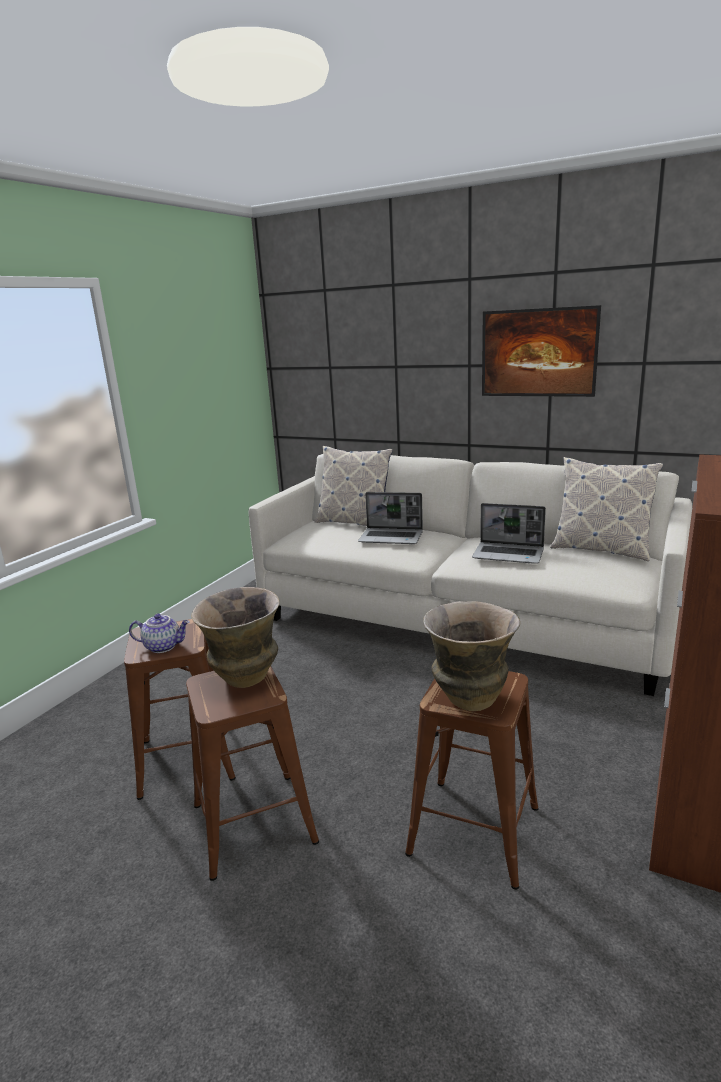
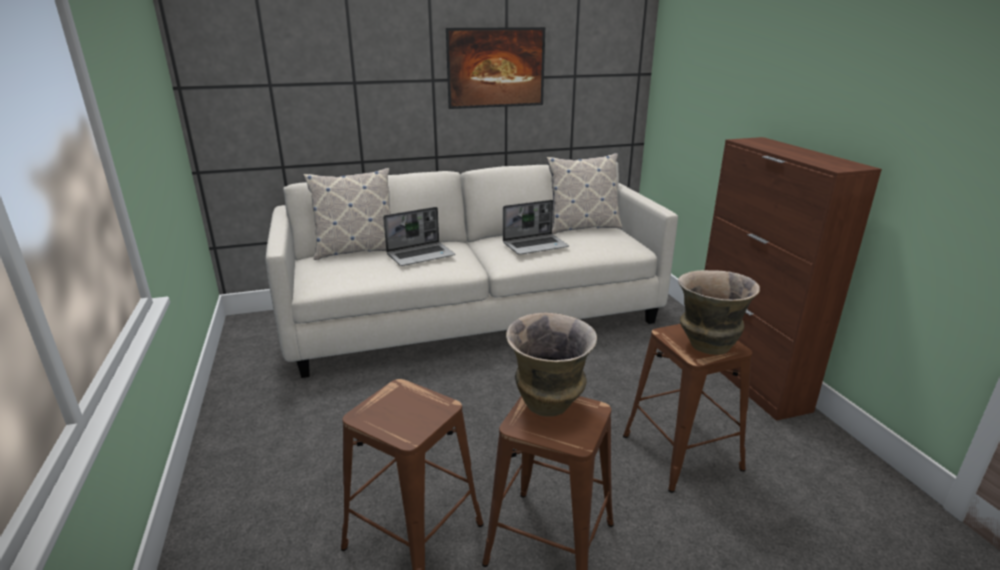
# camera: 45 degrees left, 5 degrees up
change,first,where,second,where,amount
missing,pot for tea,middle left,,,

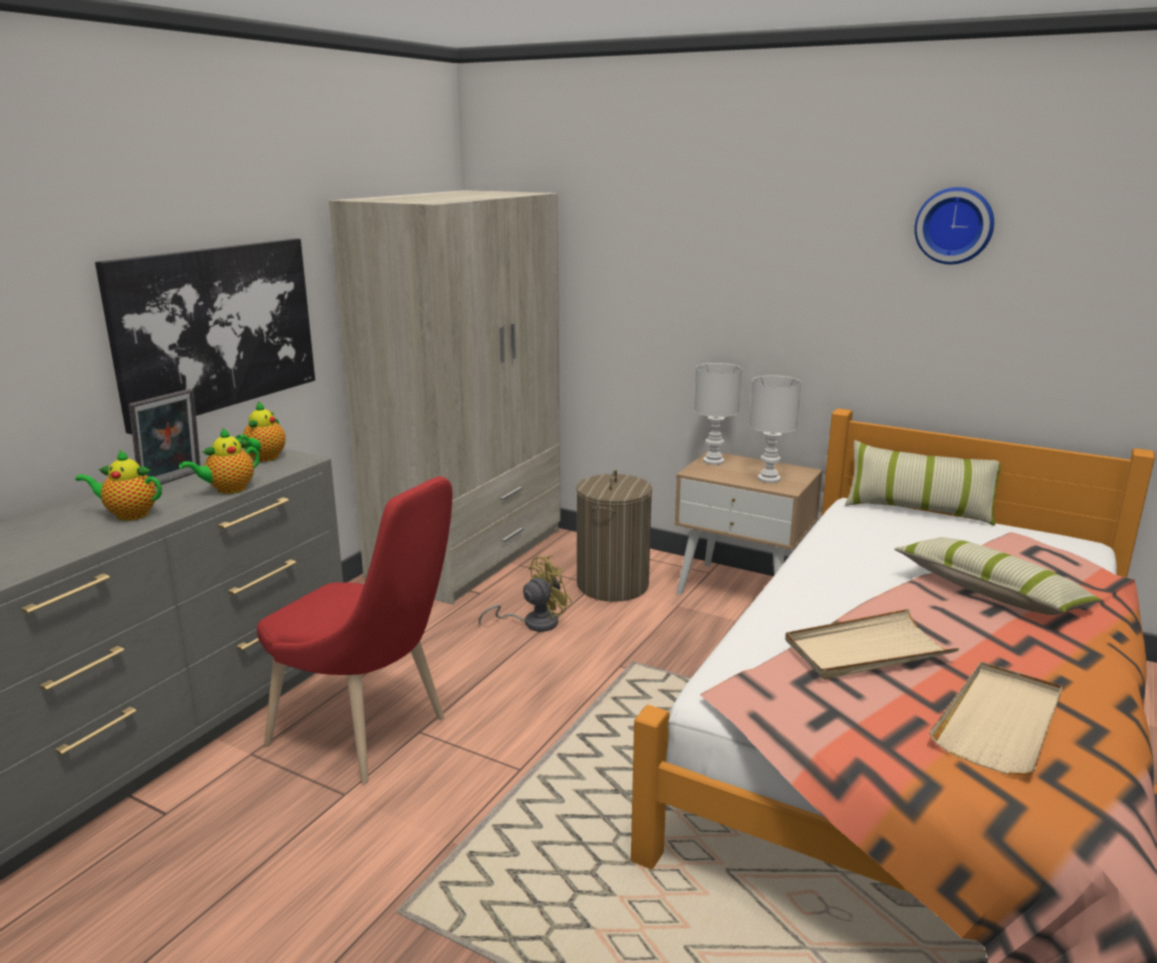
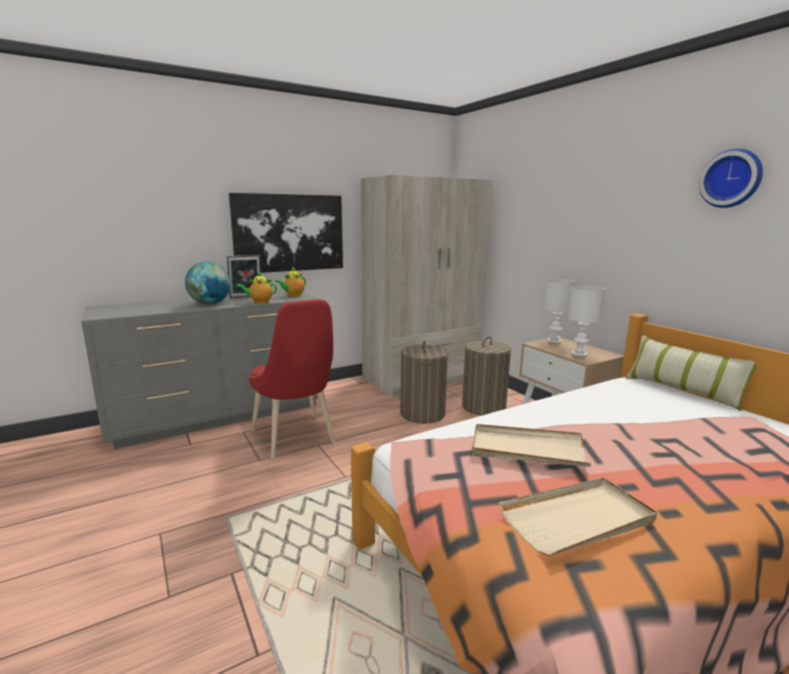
# camera: 30 degrees right, 5 degrees down
change,first,where,second,where,amount
exchanged,pot for tea (no. 1 from left),middle left,desk globe,middle left,
exchanged,yellowish cooling fan,centre,washing basket (no. 1 from left),centre,
missing,cushion (no. 2 from left),middle right,,,

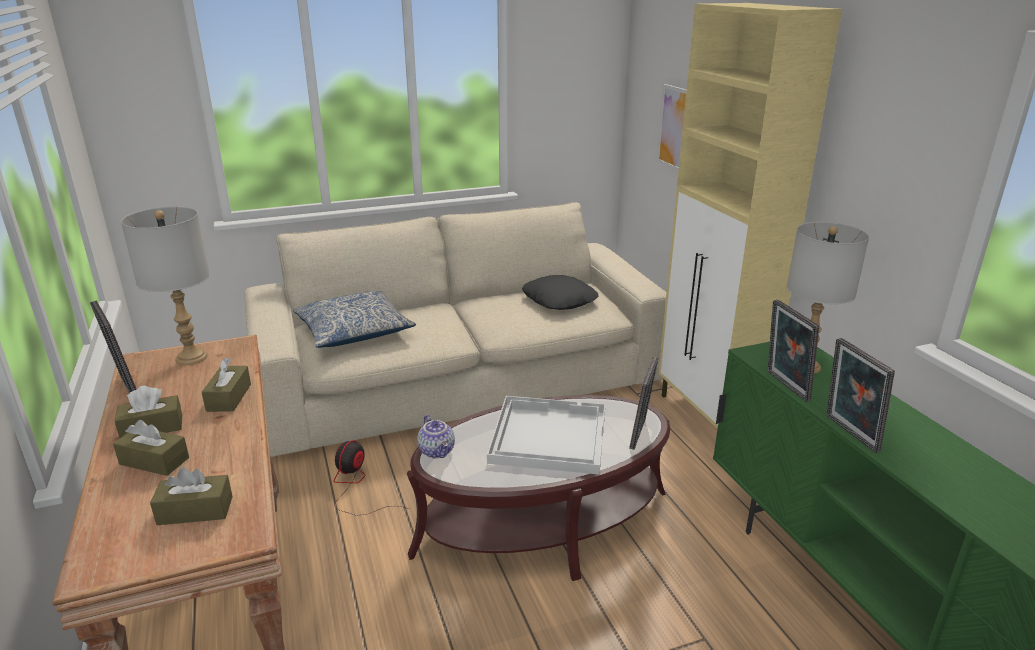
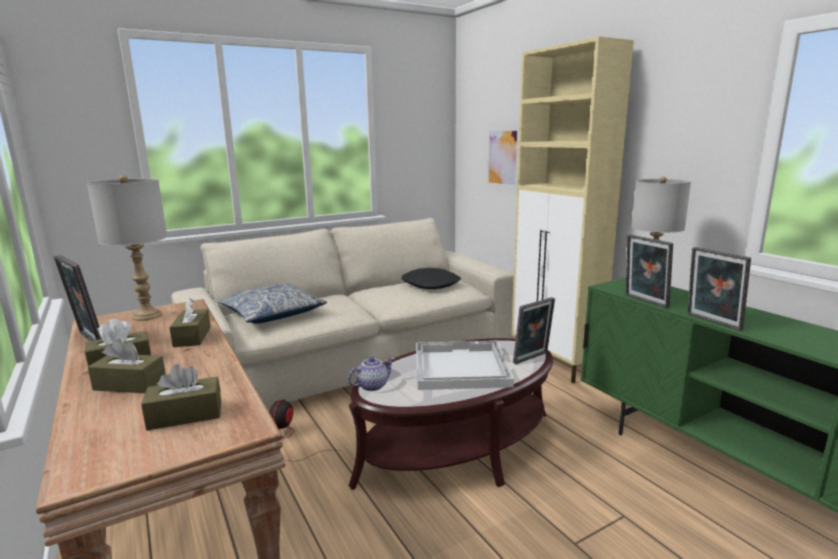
# camera: 10 degrees left, 10 degrees down
change,first,where,second,where,amount
spun,pot for tea,bottom centre,,bottom centre,90 degrees counterclockwise
spun,photo frame (no. 2 from left),centre,,centre,45 degrees clockwise

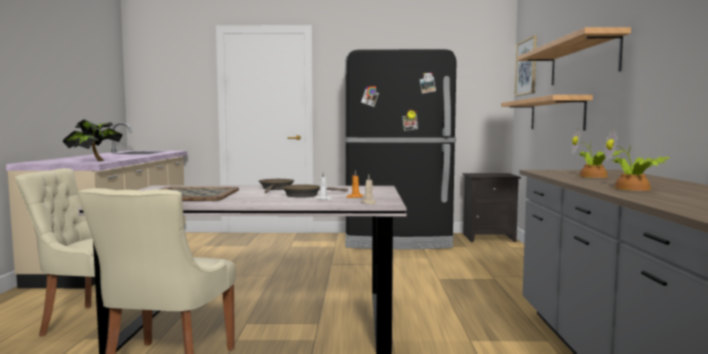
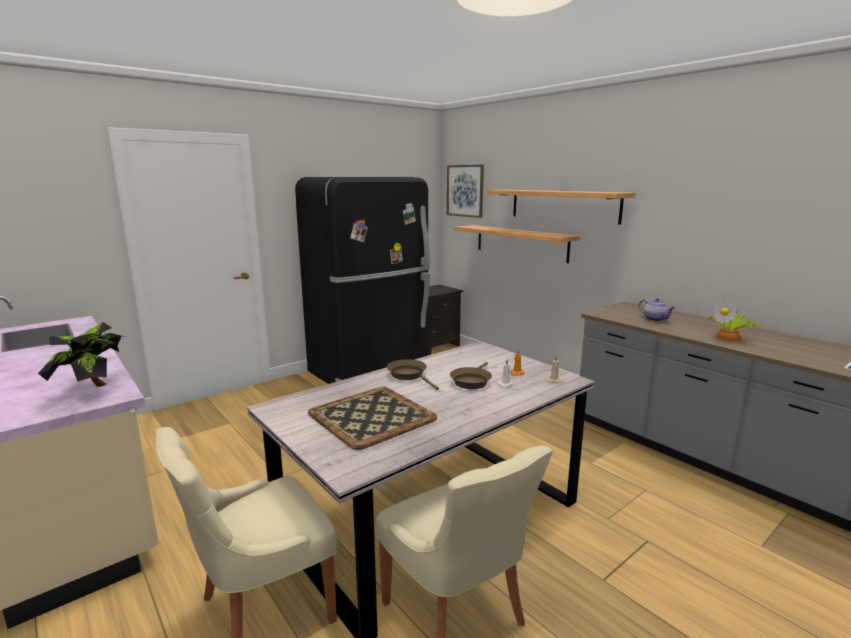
# camera: 40 degrees left, 10 degrees up
change,first,where,second,where,amount
exchanged,potted plant (no. 2 from left),middle right,pot for tea,middle right,

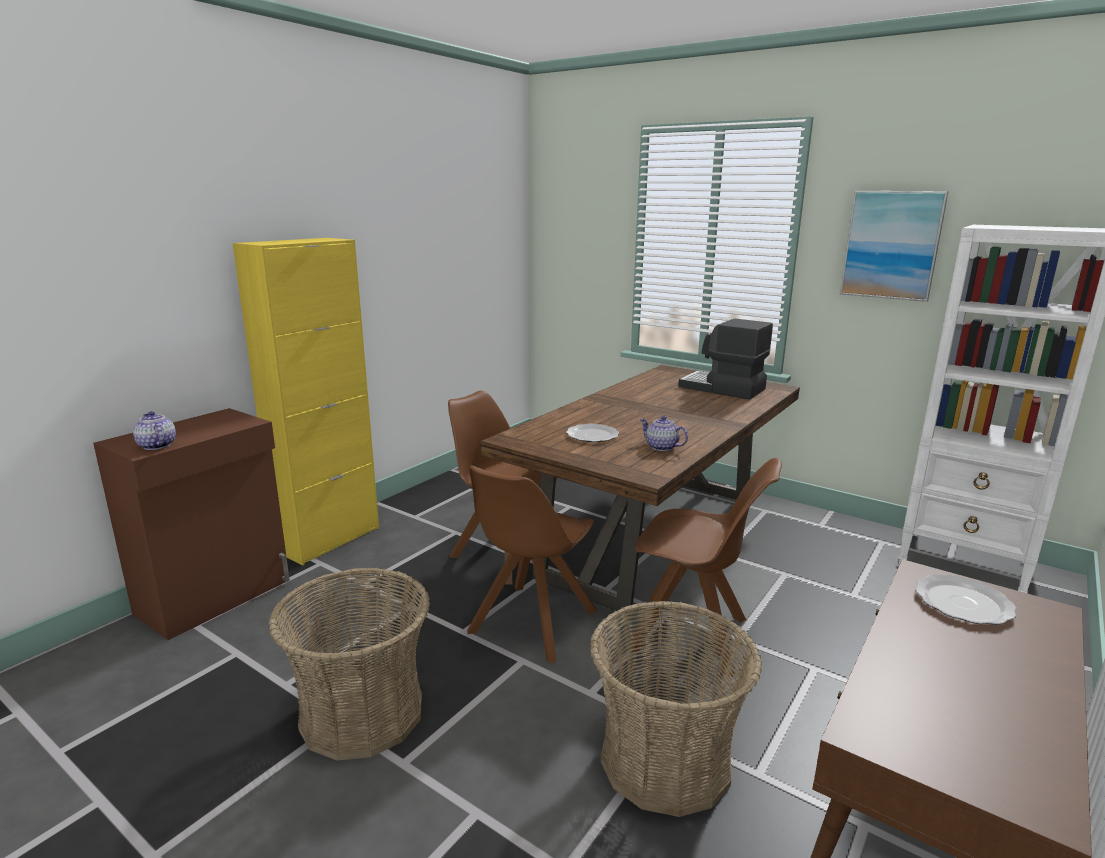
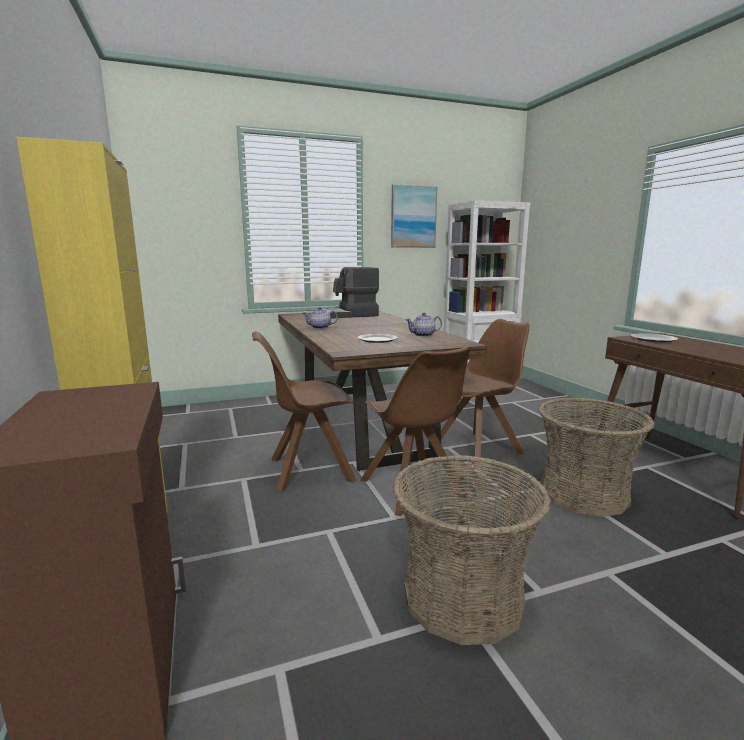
# camera: 55 degrees left, 5 degrees down
change,first,where,second,where,amount
relocated,pot for tea (no. 1 from left),middle left,,centre,

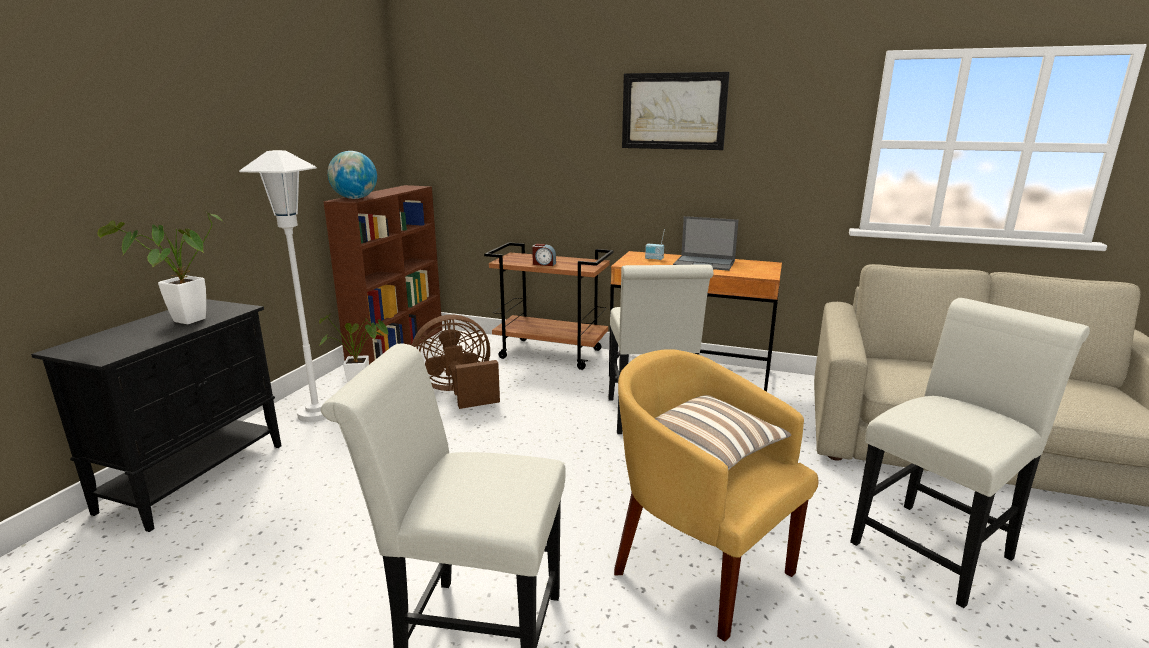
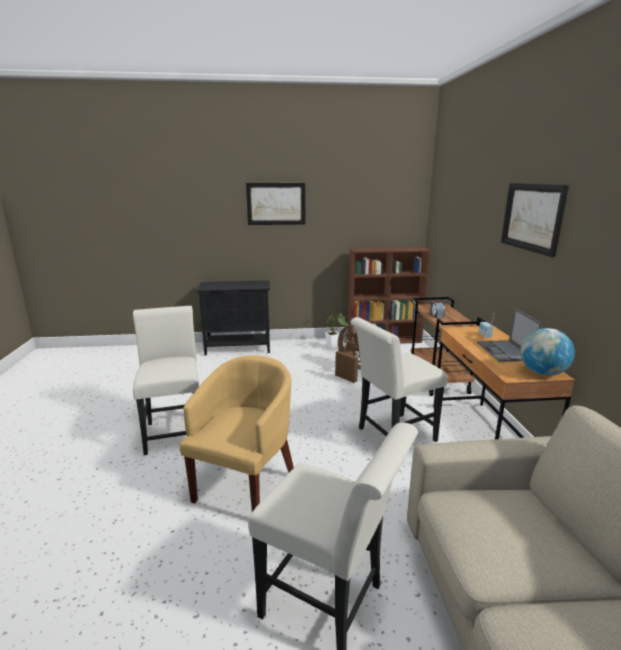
# camera: 65 degrees right, 0 degrees up
change,first,where,second,where,amount
appeared,,,wall art (no. 1 from left),top centre,
relocated,desk globe,top left,,middle right,
missing,potted plant (no. 1 from left),middle left,,,
missing,white-coloured standard lamp,middle left,,,
missing,cushion,bottom centre,,,

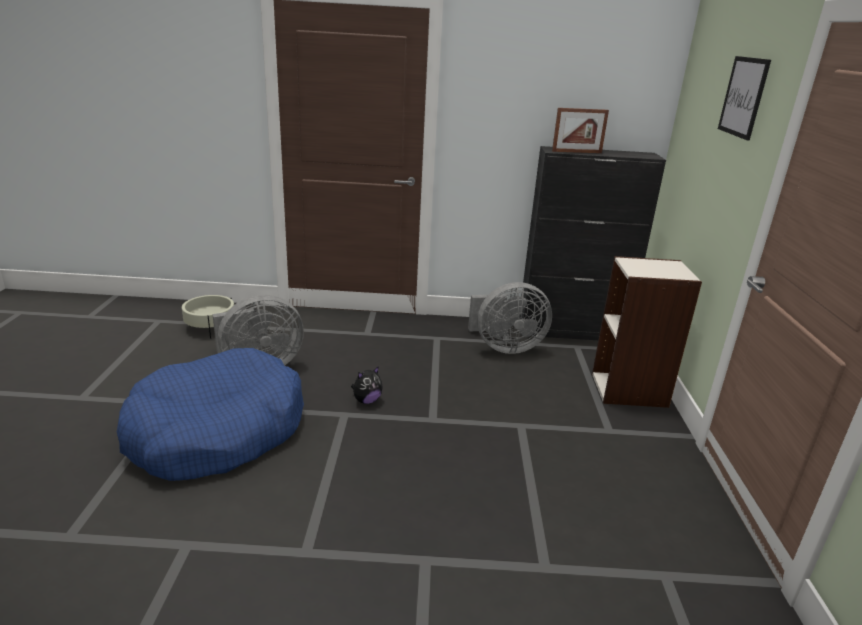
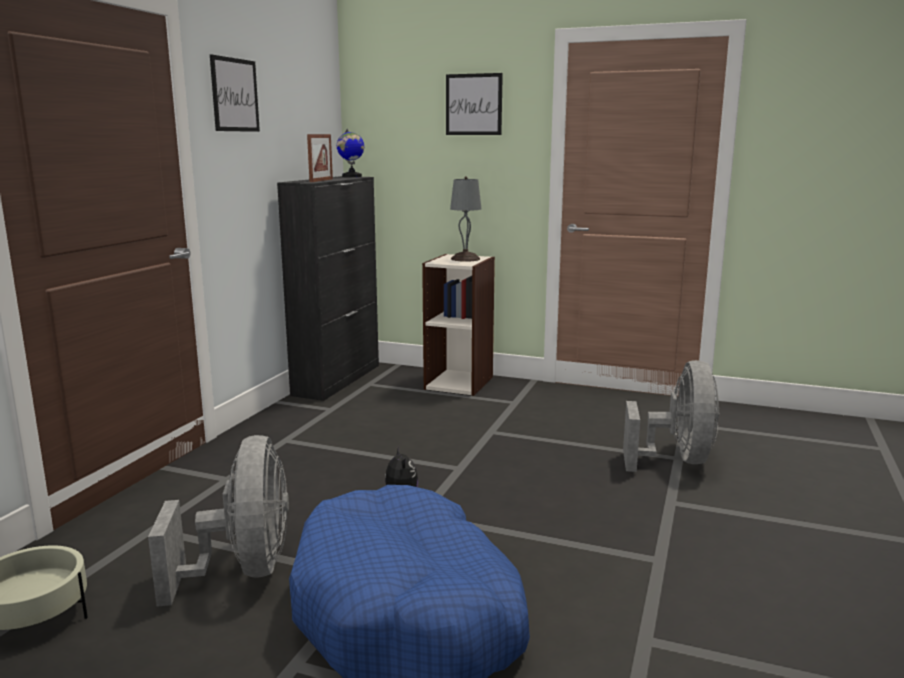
# camera: 70 degrees left, 10 degrees down
change,first,where,second,where,amount
appeared,,,wall art (no. 1 from left),top left,
appeared,,,desk globe,top centre,
appeared,,,grey lamp for a table,top centre,
relocated,grey cooling fan (no. 2 from left),centre,,middle right,

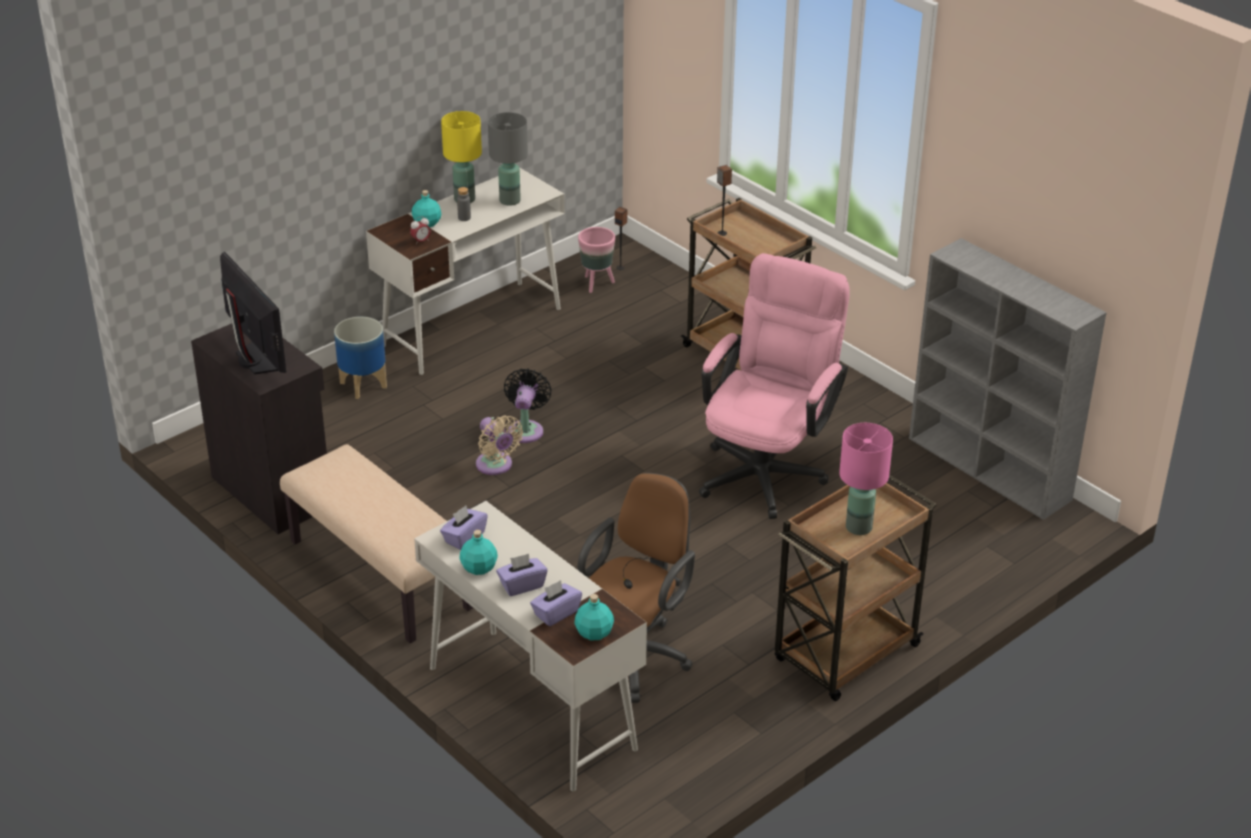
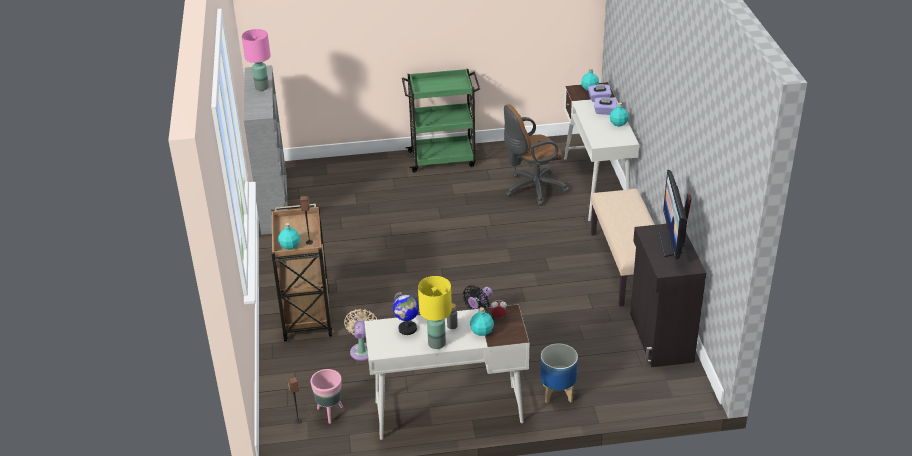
# camera: 145 degrees left, 0 degrees up
change,first,where,second,where,amount
relocated,pinkish lamp for a table,middle right,,top left,
appeared,,,blue-green drink bottle (no. 1 from left),middle left,
relocated,beige-coloured cooling fan,centre,,bottom centre,
exchanged,grey lamp for a table,top centre,desk globe,bottom centre,
colour,brown wheeled cart (no. 2 from left),bottom right,greenish wheeled cart,top centre,
missing,purple box of tissues (no. 1 from left),centre,,,
missing,pinkish computer chair,centre,,,

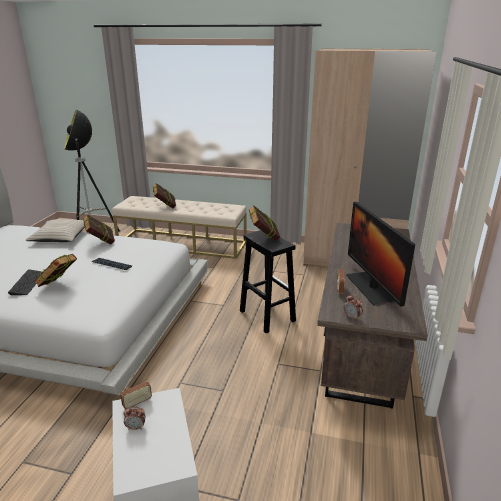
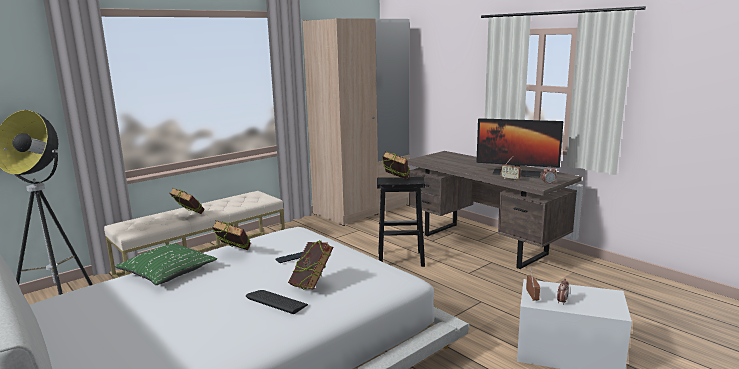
# camera: 55 degrees left, 10 degrees down
change,first,where,second,where,amount
colour,beige-coloured cushion,middle left,greenish cushion,bottom left,

